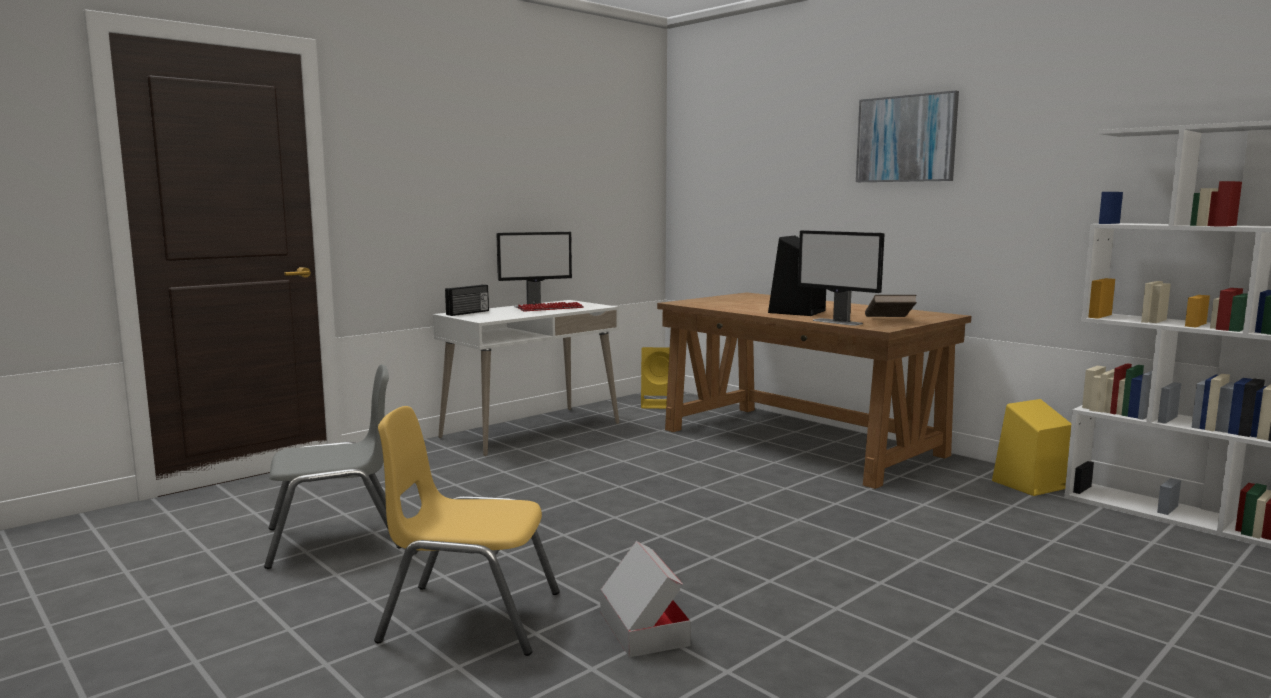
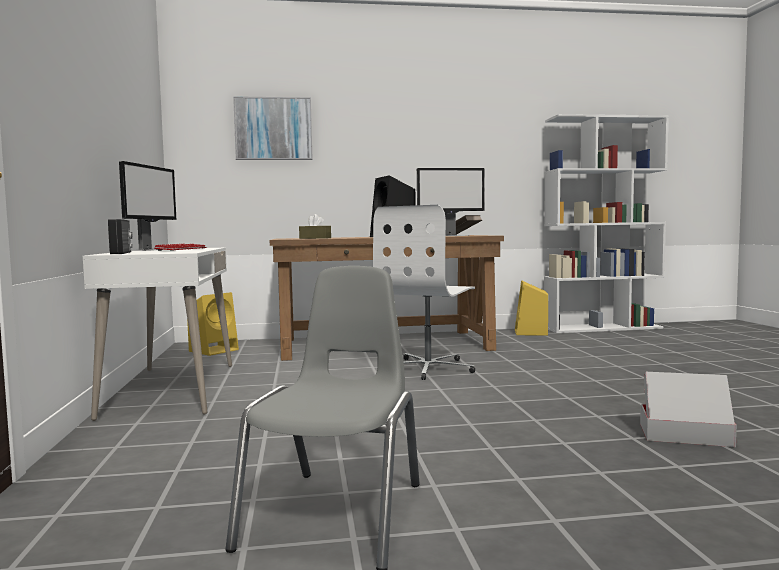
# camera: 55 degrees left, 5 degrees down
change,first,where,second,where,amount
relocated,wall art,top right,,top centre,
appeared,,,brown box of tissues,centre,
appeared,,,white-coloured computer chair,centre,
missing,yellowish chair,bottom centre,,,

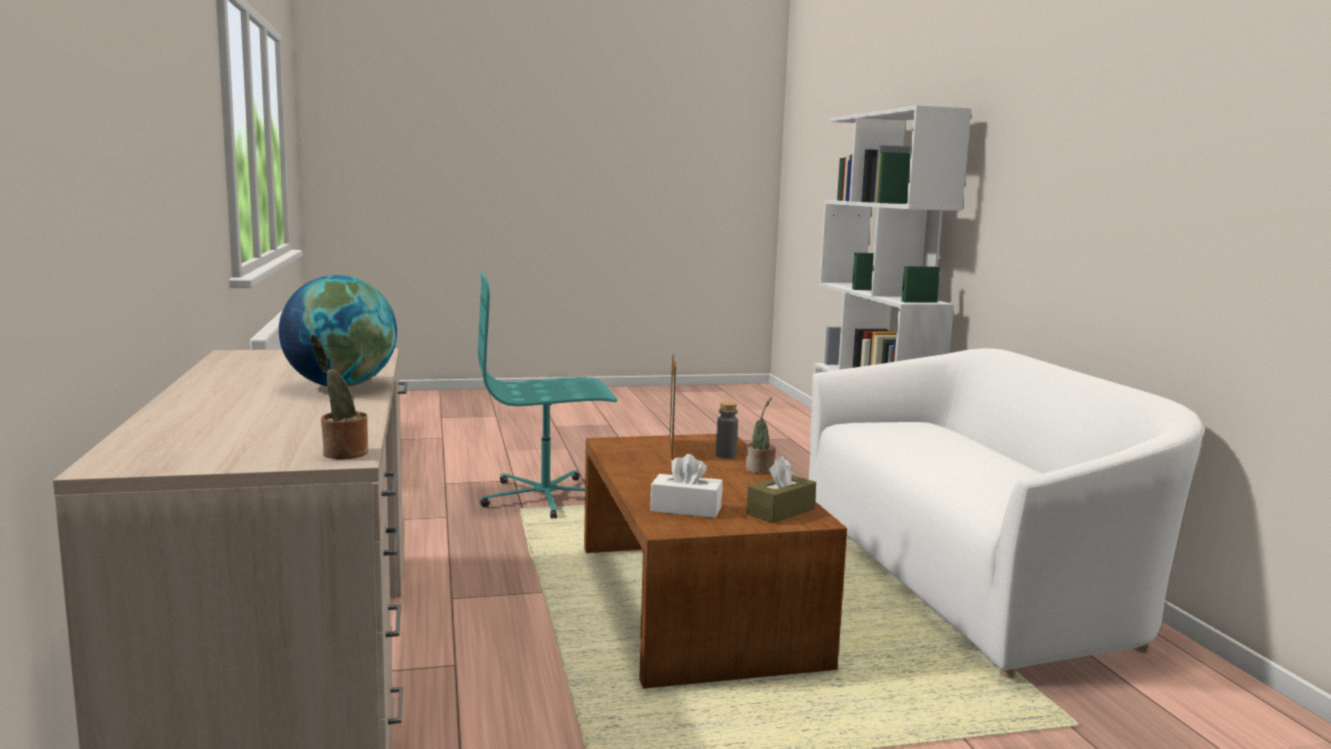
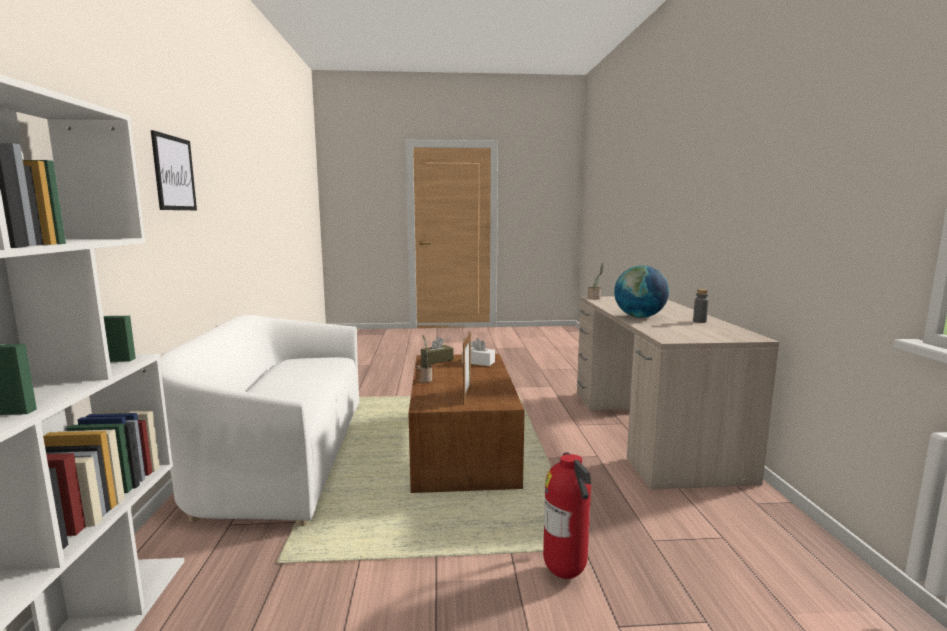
# camera: 170 degrees left, 0 degrees up
change,first,where,second,where,amount
appeared,,,wall art,top left,
exchanged,blue-green computer chair,centre,fire-fighting cylinder,bottom centre,
relocated,grey drink bottle,centre,,middle right,

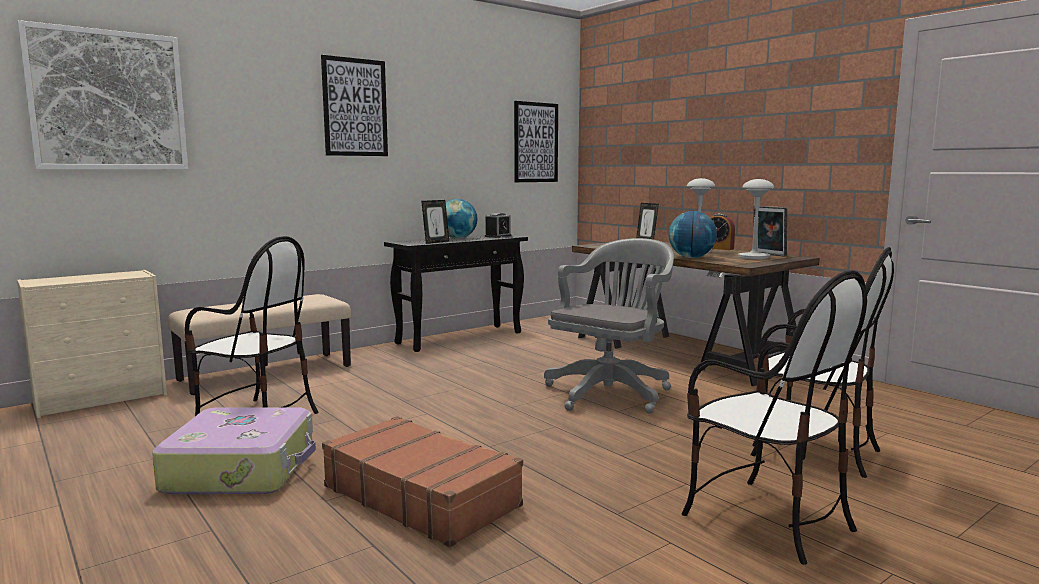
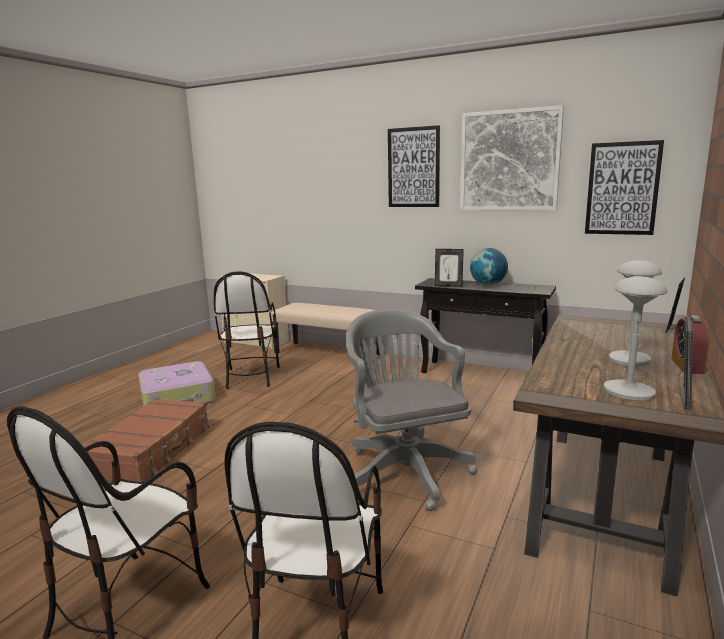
# camera: 65 degrees right, 5 degrees up
change,first,where,second,where,amount
spun,grey computer chair,centre,,centre,120 degrees counterclockwise
relocated,wall art (no. 1 from left in the first image),top left,wall art (no. 2 from left),top right,
missing,bedside clock (no. 1 from left),centre,,,
missing,desk globe (no. 2 from left),middle right,,,

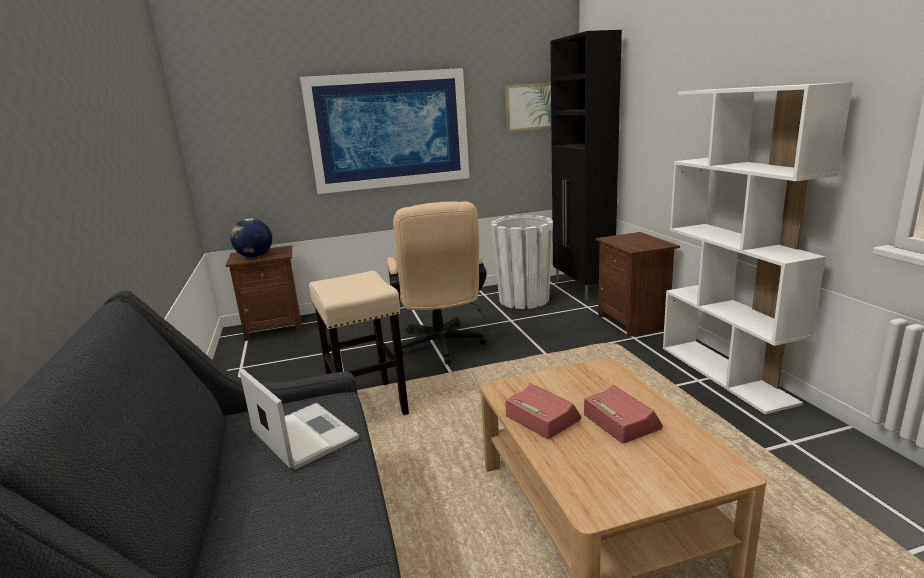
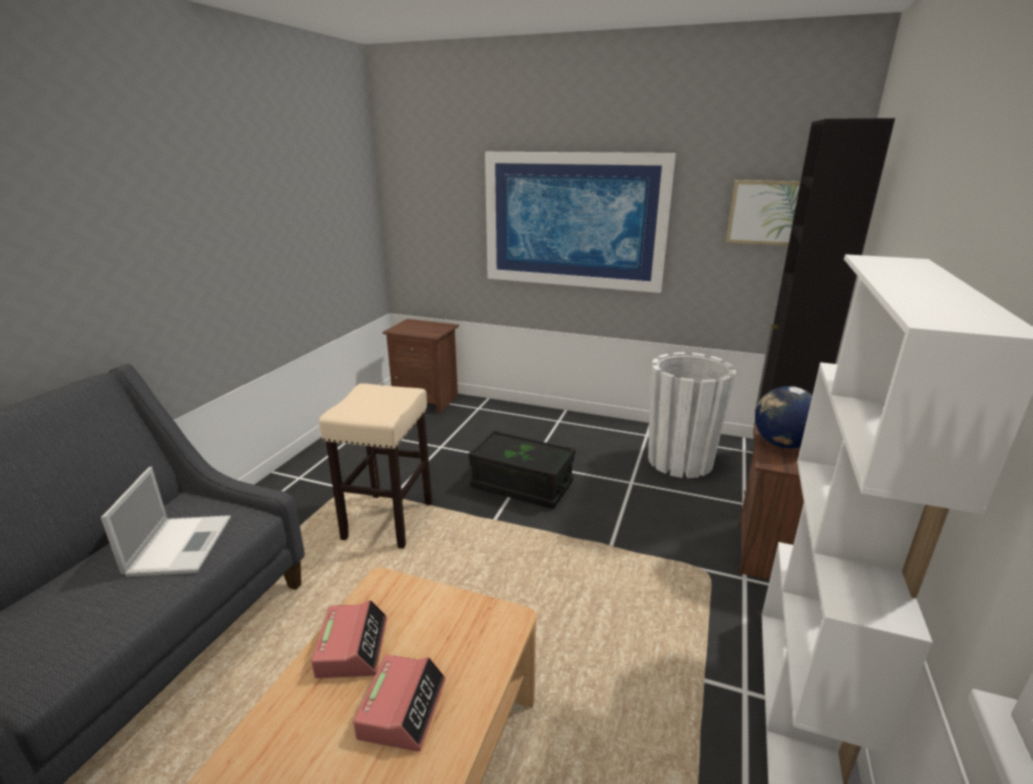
# camera: 35 degrees right, 5 degrees up
change,first,where,second,where,amount
exchanged,beige-coloured computer chair,centre,black storage container,centre,
relocated,desk globe,middle left,,middle right,

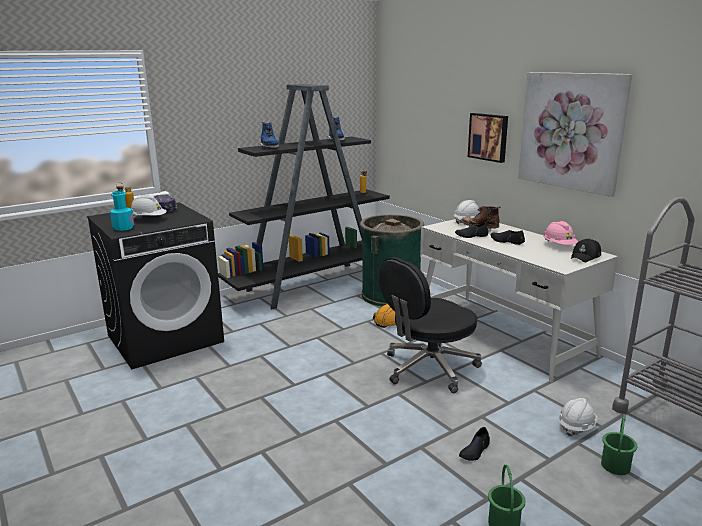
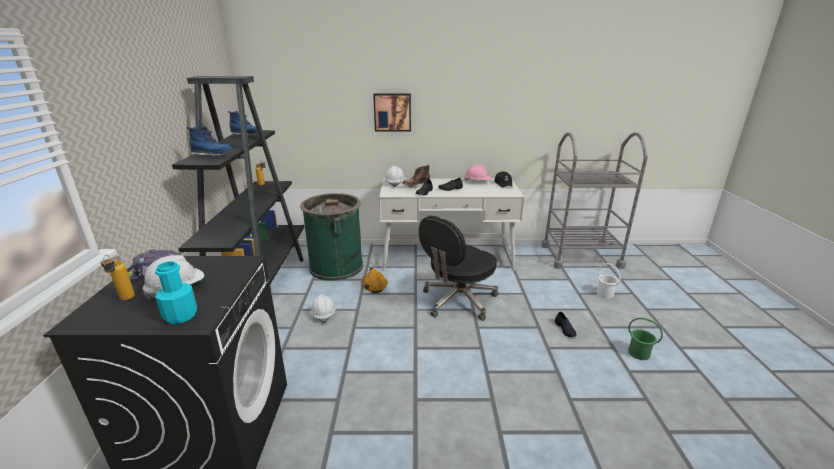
# camera: 55 degrees left, 5 degrees up
change,first,where,second,where,amount
relocated,white-coloured hard hat (no. 3 from left in the first image),bottom right,white-coloured hard hat (no. 2 from left),centre,
spun,black computer chair,centre,,centre,45 degrees clockwise
colour,greenish pail (no. 2 from left),bottom right,white-coloured pail,middle right,
missing,wall art (no. 2 from left),top right,,,

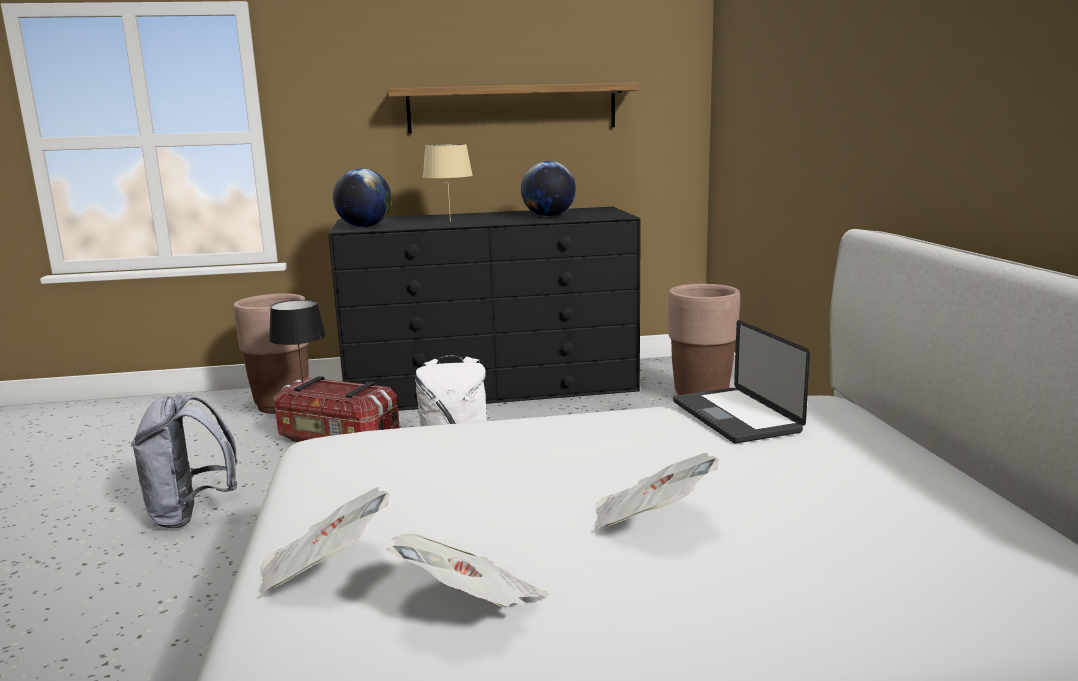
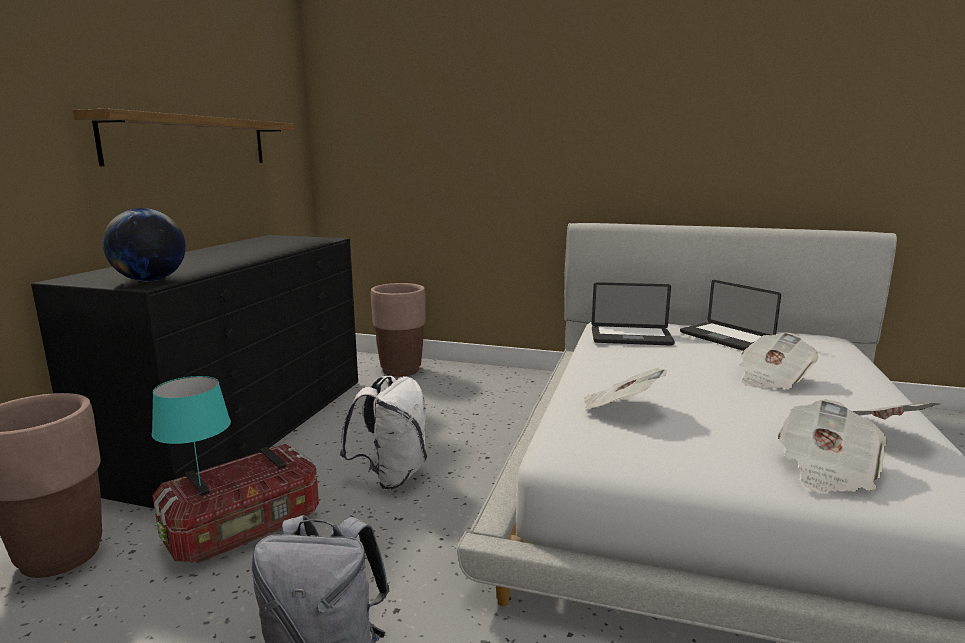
# camera: 65 degrees left, 0 degrees up
change,first,where,second,where,amount
colour,black lamp for a table,middle left,blue-green lamp for a table,bottom left,
appeared,,,newspaper (no. 1 from left),centre,
appeared,,,notebook computer (no. 2 from left),middle right,
missing,beige-coloured lamp for a table,top centre,,,
missing,desk globe (no. 2 from left),top centre,,,

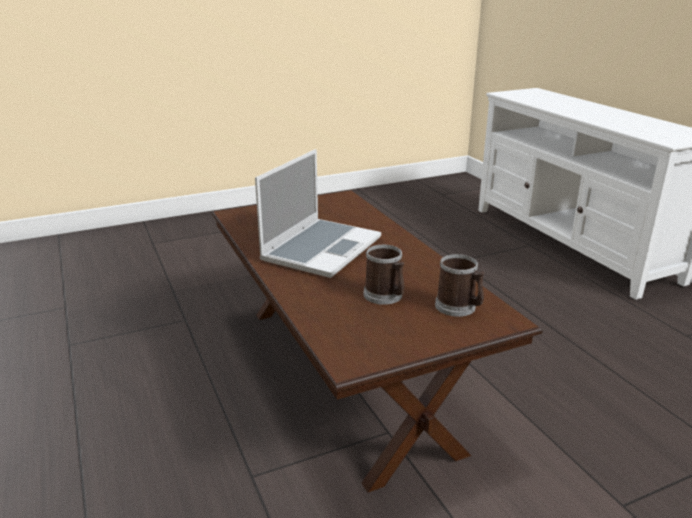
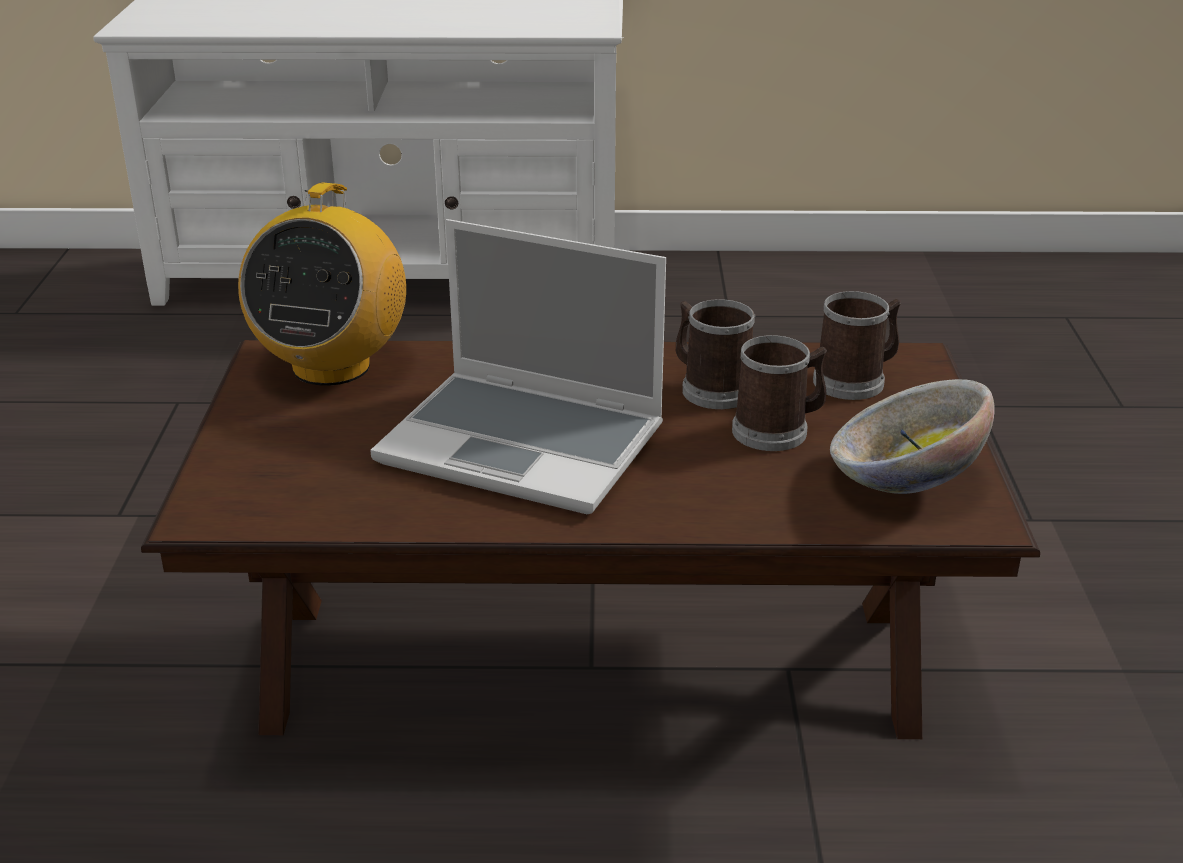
# camera: 65 degrees left, 5 degrees up
change,first,where,second,where,amount
appeared,,,radio set,top left,
spun,notebook computer,centre,,centre,150 degrees clockwise
appeared,,,tea mug (no. 1 from left),centre,
appeared,,,serving bowl,middle right,

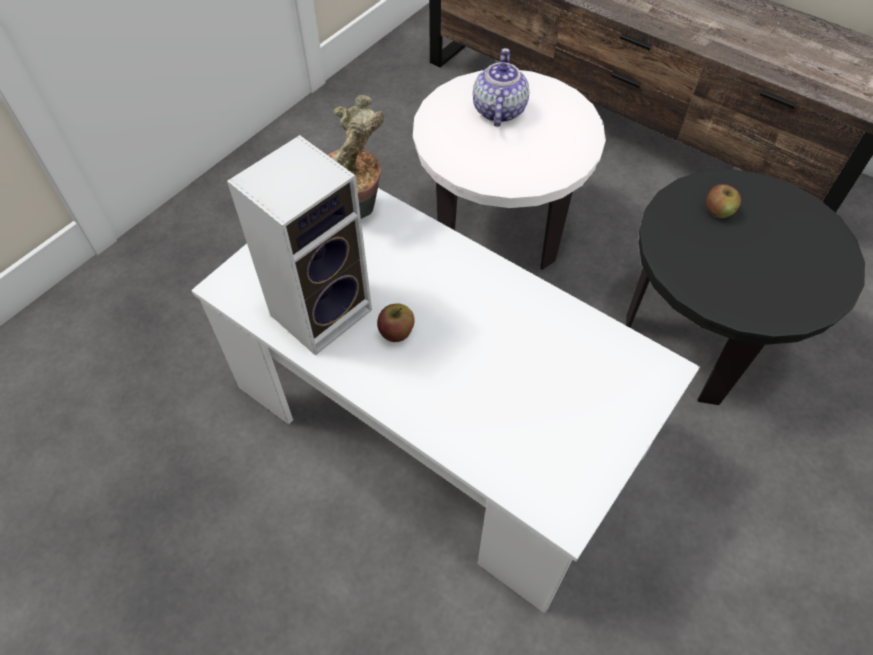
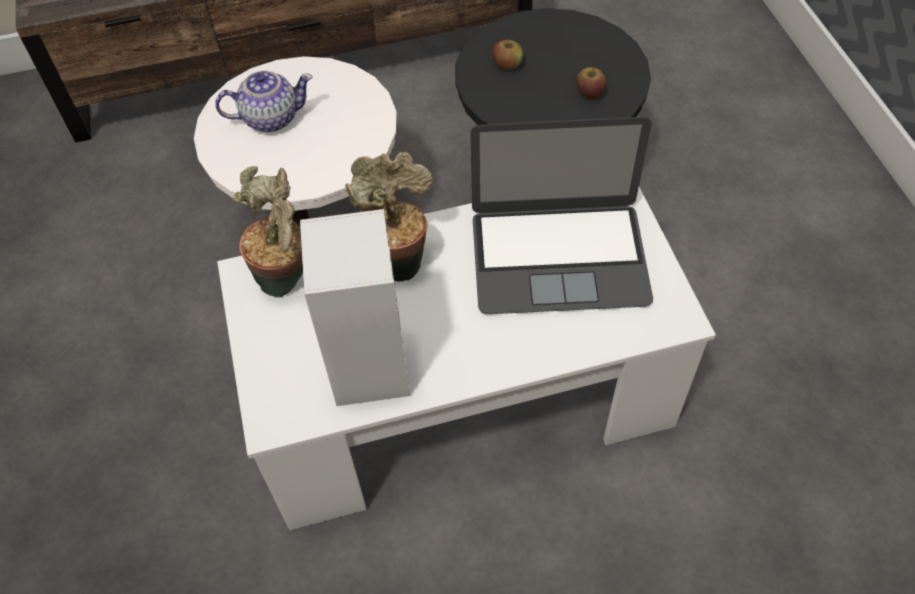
# camera: 50 degrees left, 0 degrees up
change,first,where,second,where,amount
spun,pot for tea,top centre,,top left,120 degrees clockwise
appeared,,,potted plant (no. 2 from left),centre,
appeared,,,notebook computer,centre,
relocated,apple fruit (no. 1 from left in the first image),centre,apple fruit (no. 2 from left),top centre,

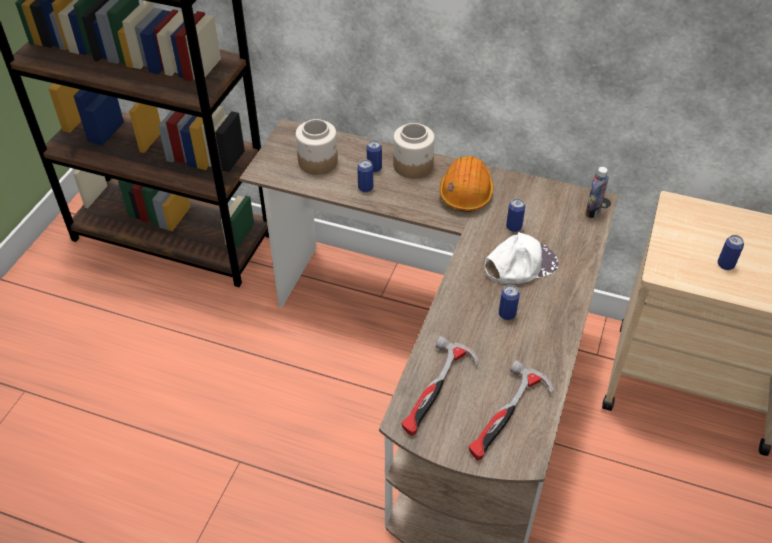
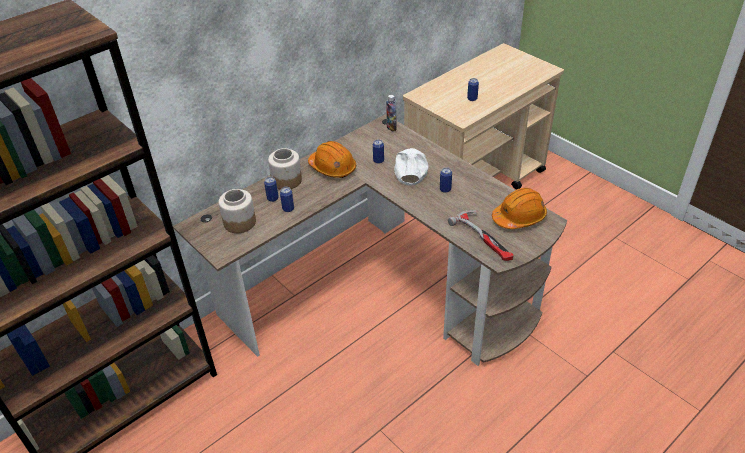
# camera: 60 degrees left, 5 degrees down
change,first,where,second,where,amount
exchanged,hammer (no. 2 from left),bottom centre,orange-coloured hard hat (no. 2 from left),middle right,

